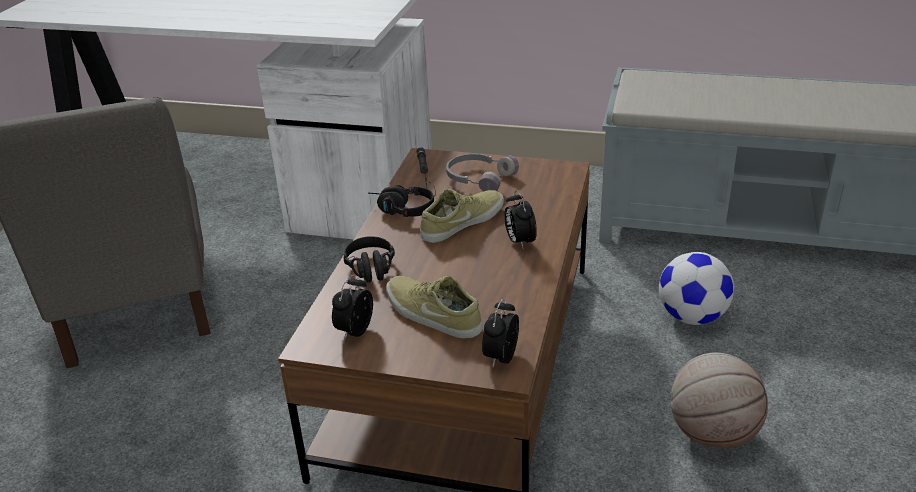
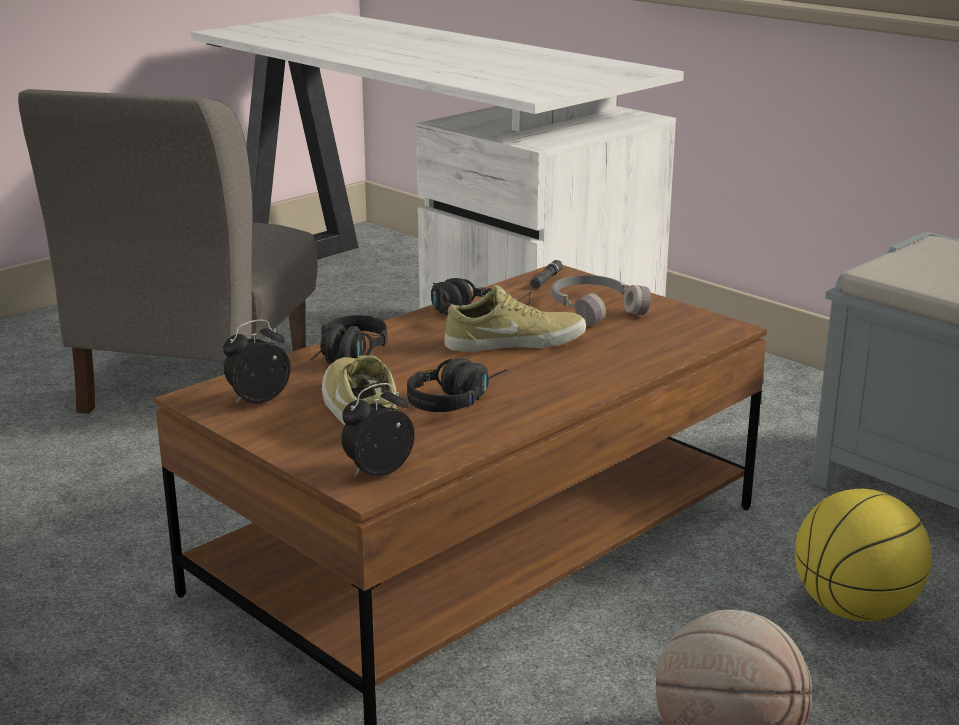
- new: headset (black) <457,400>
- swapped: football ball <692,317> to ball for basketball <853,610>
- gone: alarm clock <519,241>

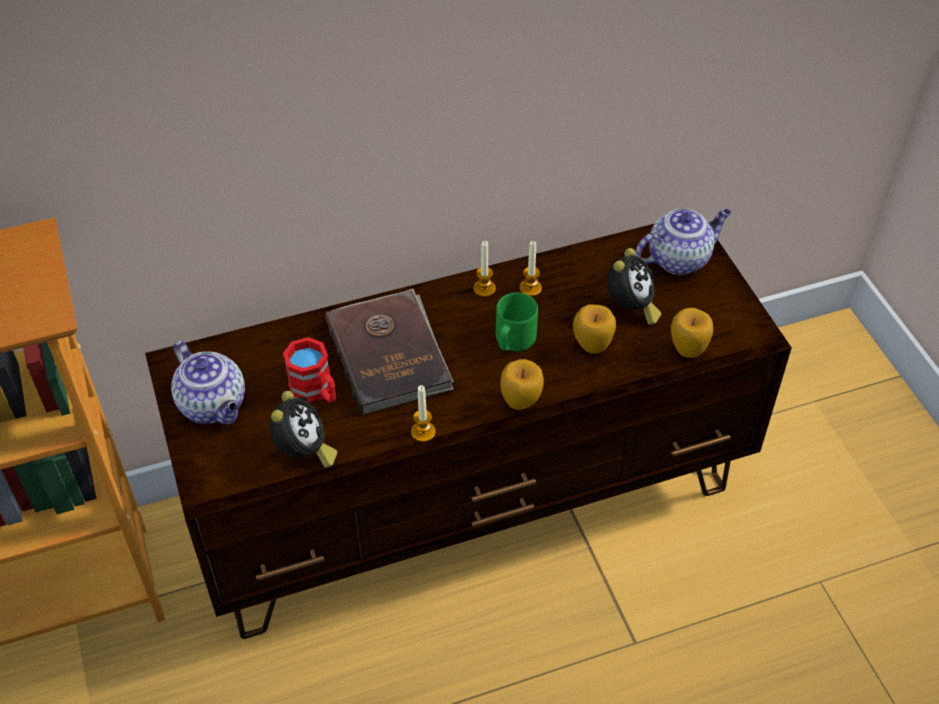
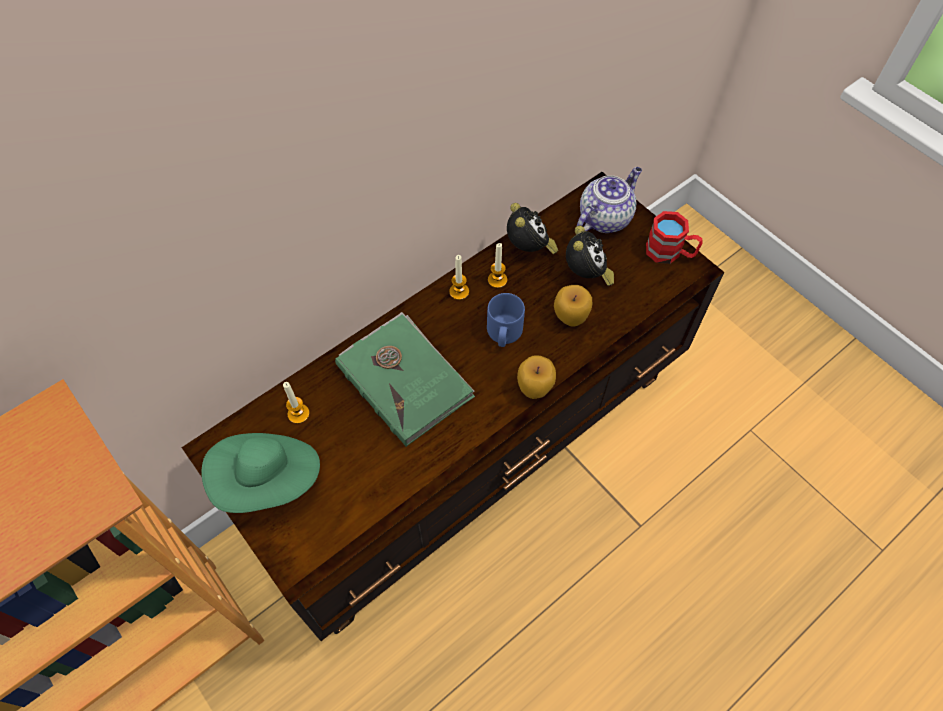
- swapped: teapot <214,405> to wearable hat (greenish) <269,480>
- shifted: wax light <423,432> to <298,414>
- repainted: bound book (brown-coloured) <390,354> to bound book (greenish) <405,379>
- repainted: mug (greenish) <513,340> to mug (bluish) <504,333>
- shifted: alarm clock <303,452> to <529,249>
- shifted: mug (red) <316,391> to <670,253>
- gone: apple <687,350>

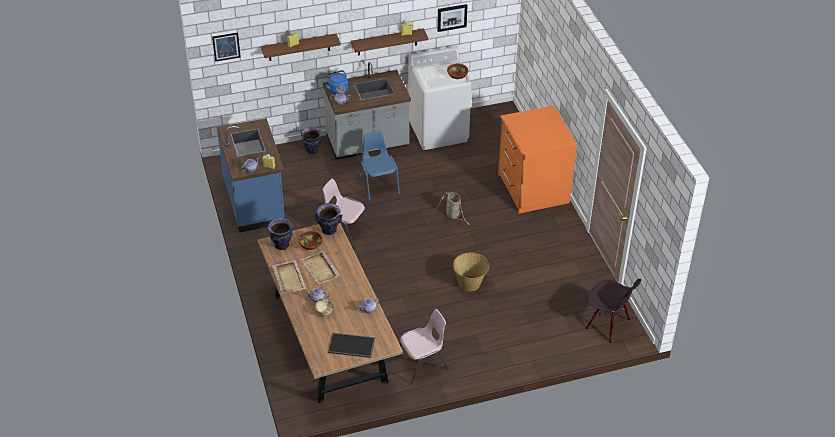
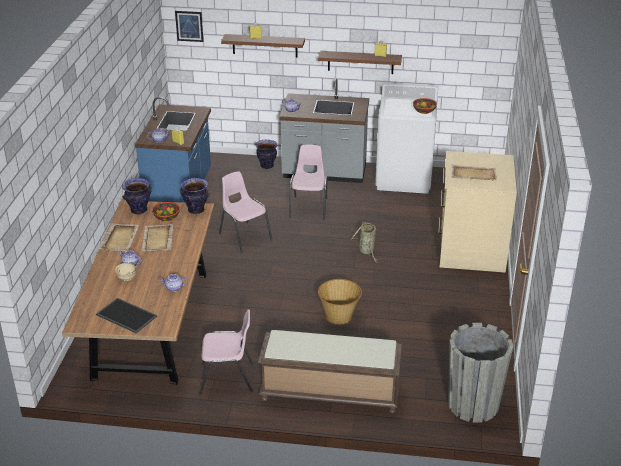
- new: bench (brown-coloured) <329,393>
- repainted: chair (bluish) <378,185> to chair (pink) <309,207>
- repainted: chest of drawers (orange-coloured) <532,189> to chest of drawers (sand-coloured) <470,249>
- swapped: chair (black) <607,325> to flower pot (grey) <473,404>
- new: tray (sand-coloured) <473,174>
- gone: kettle (bluish) <337,89>
- gone: picture <451,17>

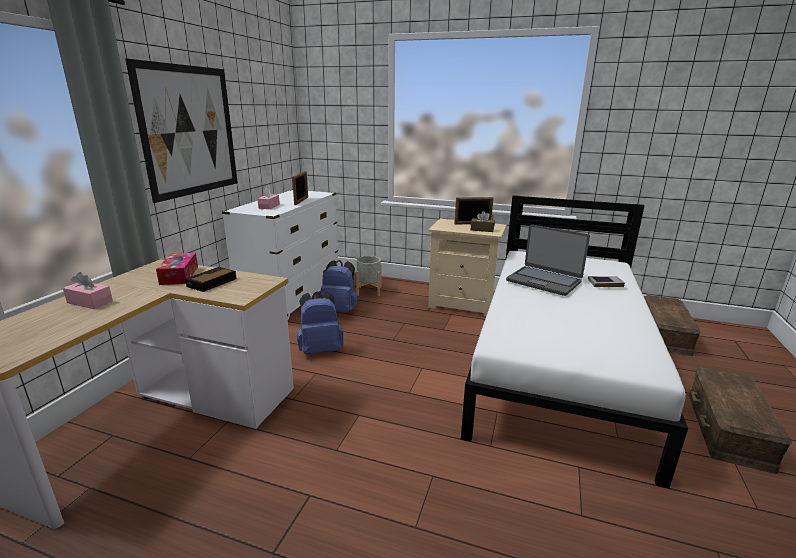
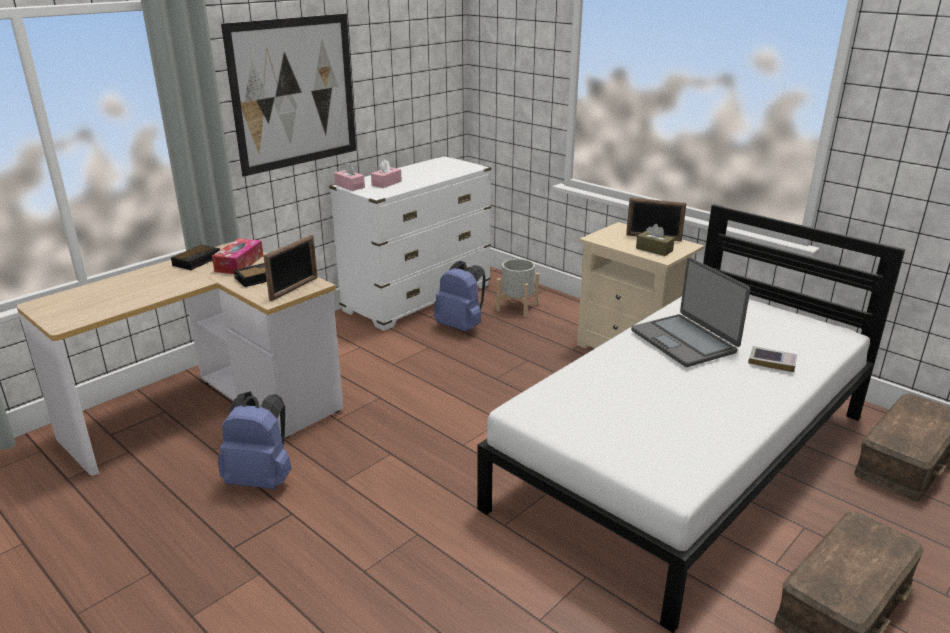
- new: alarm clock <198,260>
- shifted: rucksack (bluish) <320,349> to <262,479>
- shifted: picture frame <301,201> to <294,288>
- shifted: box of tissues (pink) <90,302> to <350,186>

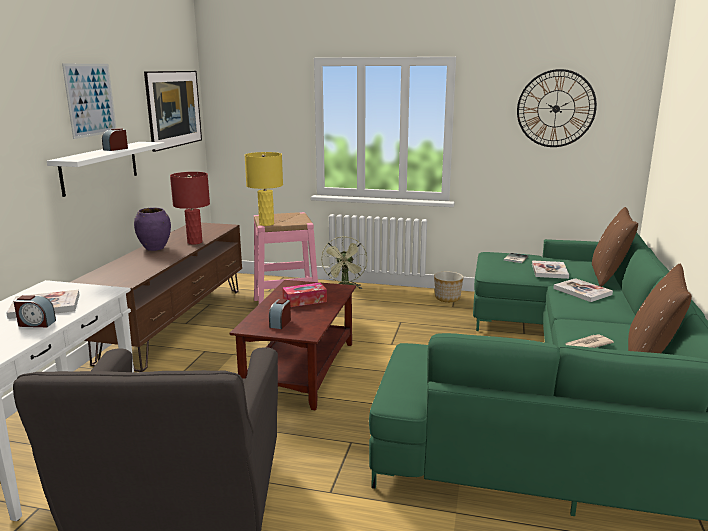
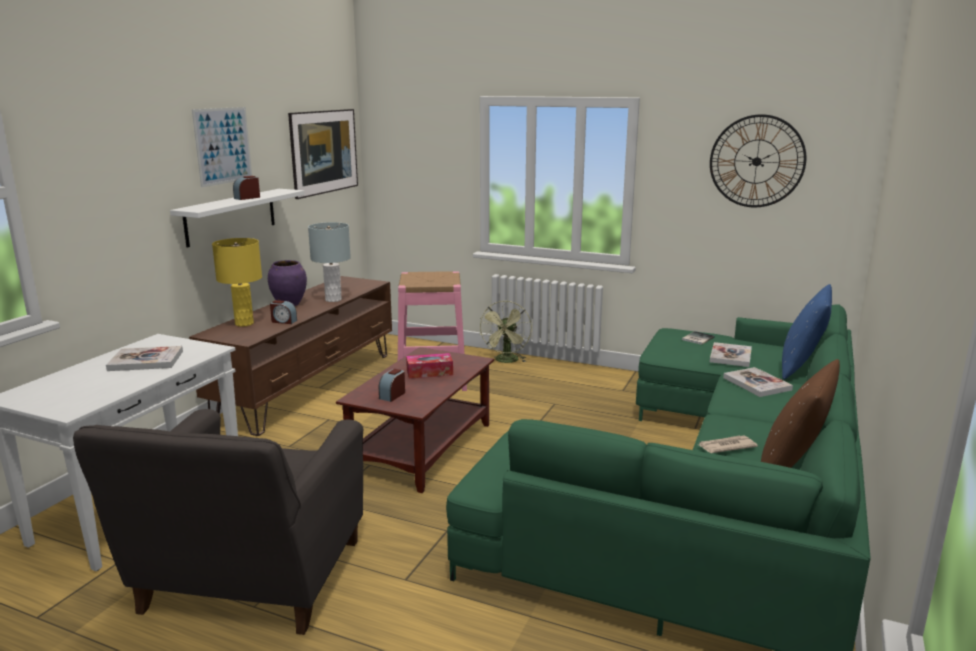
- shifted: tabletop lamp (yellow) <266,224> to <244,323>
- shifted: alarm clock <36,323> to <283,321>
- repainted: tabletop lamp (red) <195,242> to tabletop lamp (grey) <333,299>
- repainted: pillow (brown-coloured) <608,276> to pillow (bluish) <801,367>
- gone: flower pot <448,298>

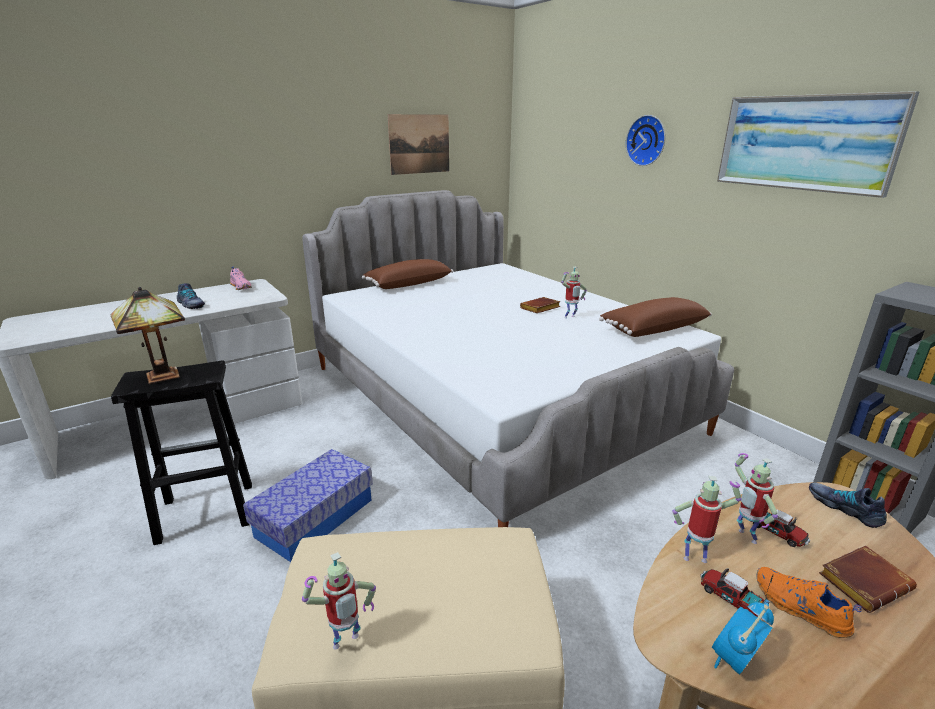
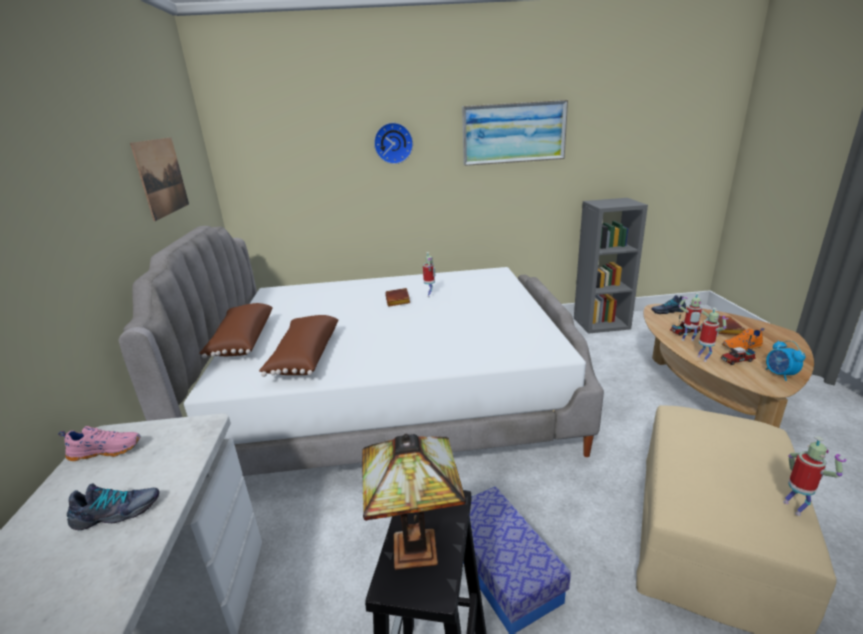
- shifted: pillow (brown-coloured) <652,328> to <304,357>
- rotated: toy robot <695,557> = <704,358> 135 degrees clockwise

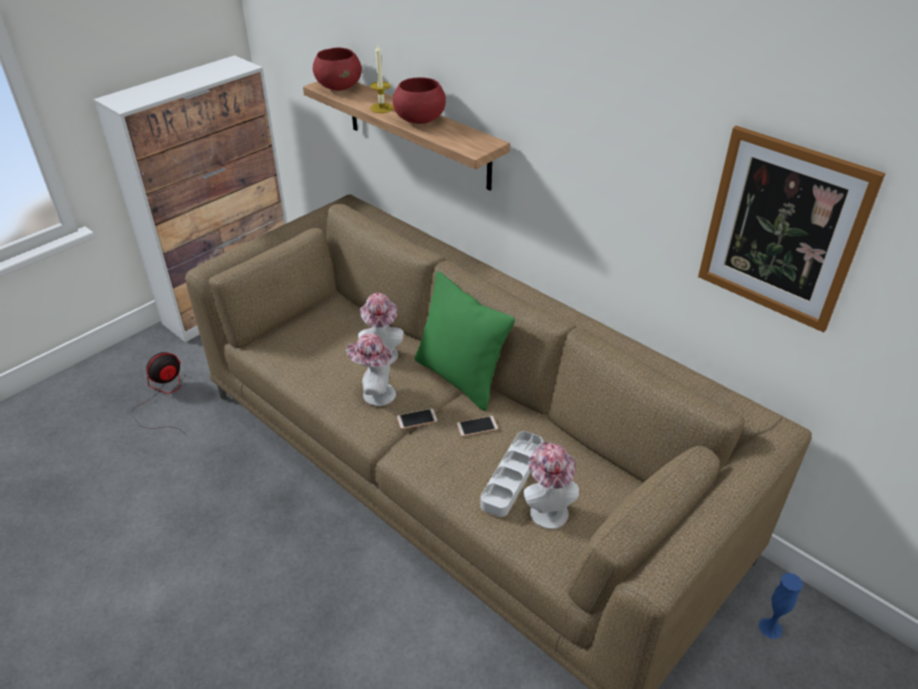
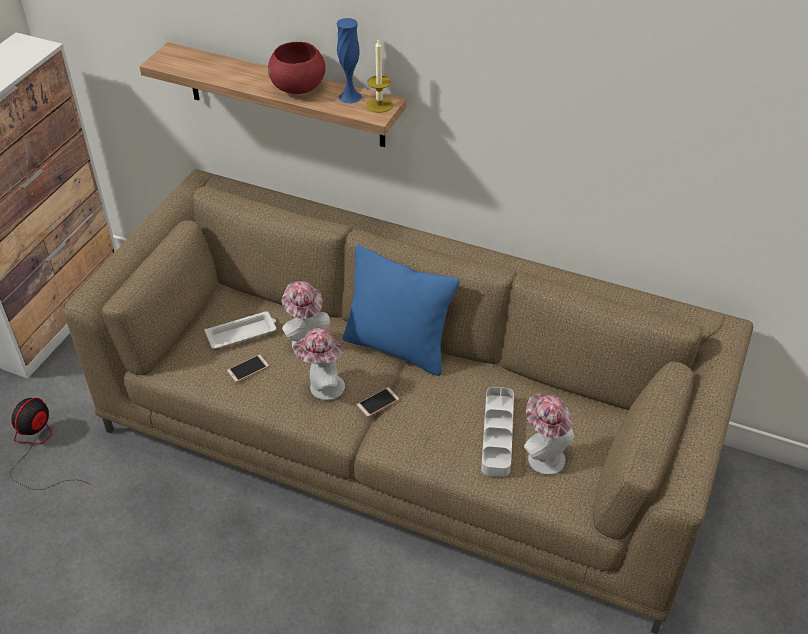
- new: tray (white-coloured) <242,333>
- shifted: handset <477,427> to <248,369>
- shifted: decorative vase (bluish) <770,628> to <350,97>
- repainted: pillow (greenish) <460,378> to pillow (bluish) <398,347>
- shifted: wax light <381,108> to <379,105>
- gone: deep dish (red) <339,87>
- gone: picture <782,229>

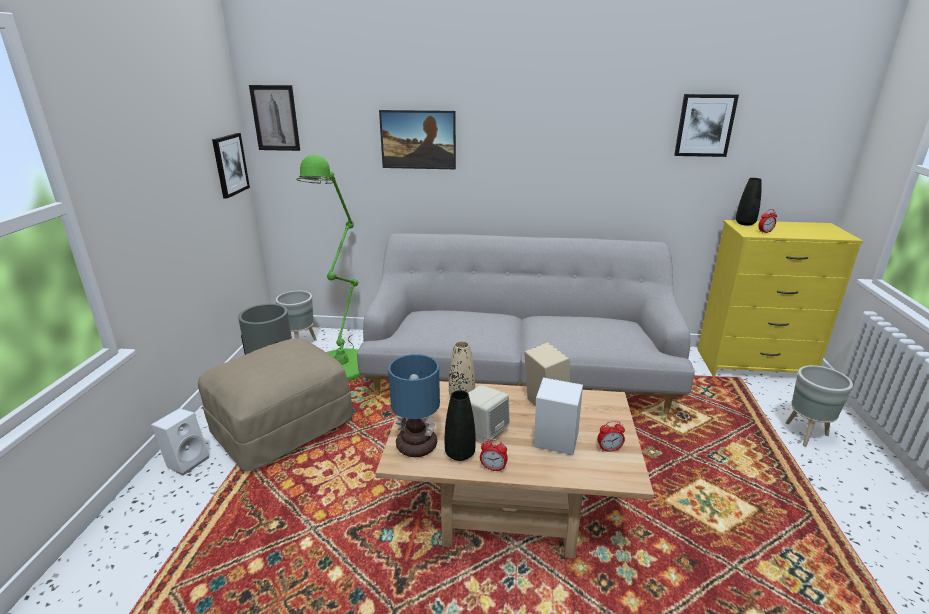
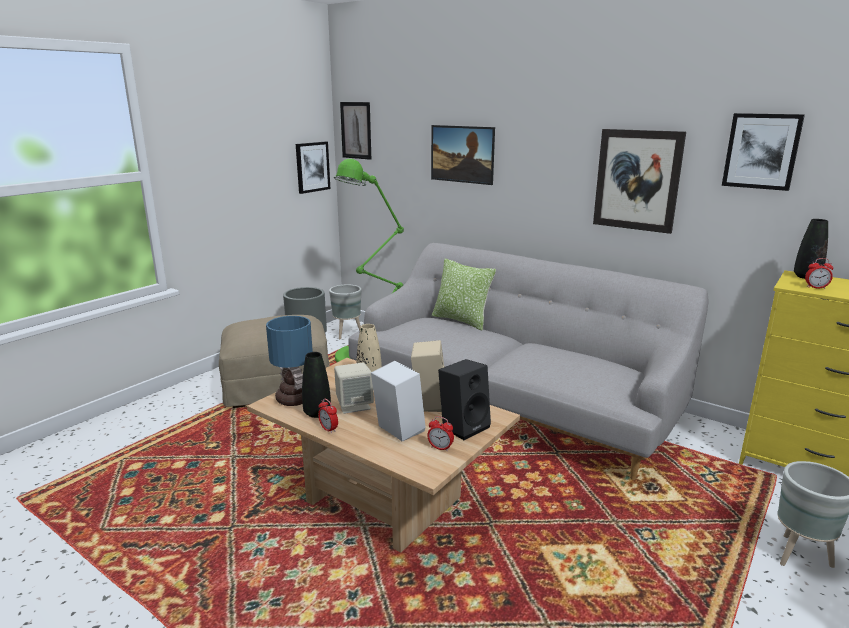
- new: pillow <461,320>
- new: loudspeaker (black) <464,426>
- new: picture <637,180>
- gone: loudspeaker (white-coloured) <187,461>

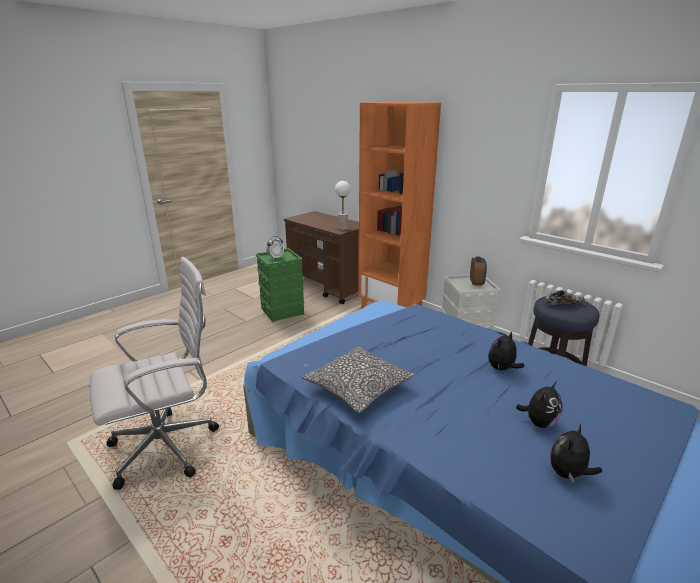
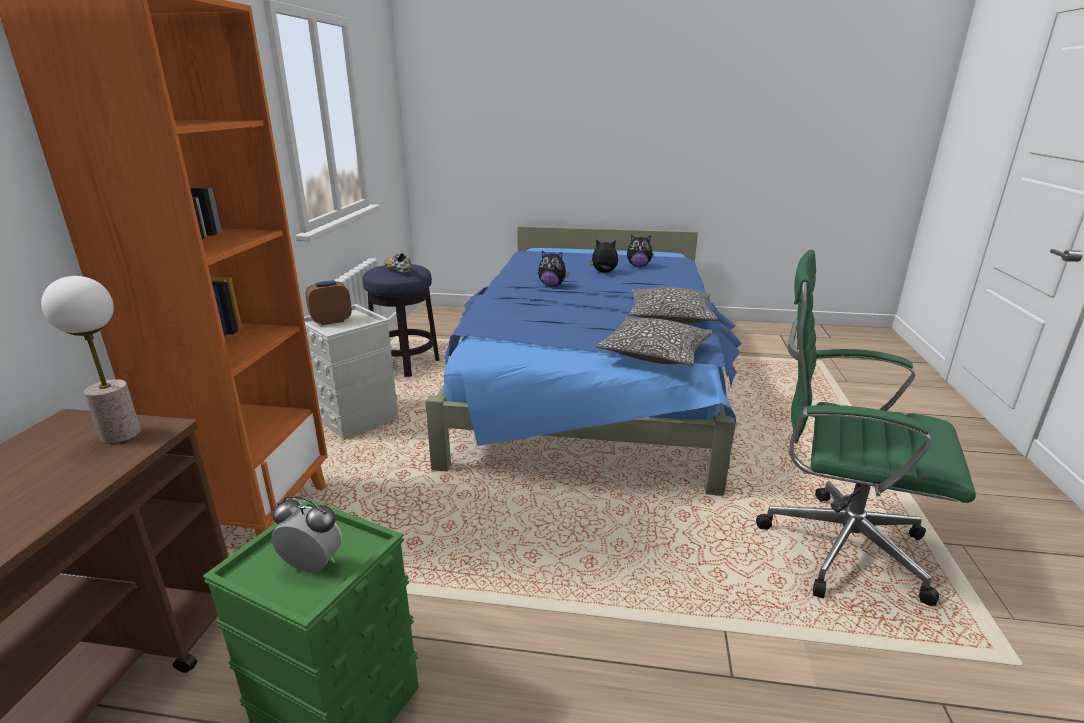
- new: pillow <655,353>
- repainted: computer chair (white-coloured) <169,446> to computer chair (greenish) <835,546>

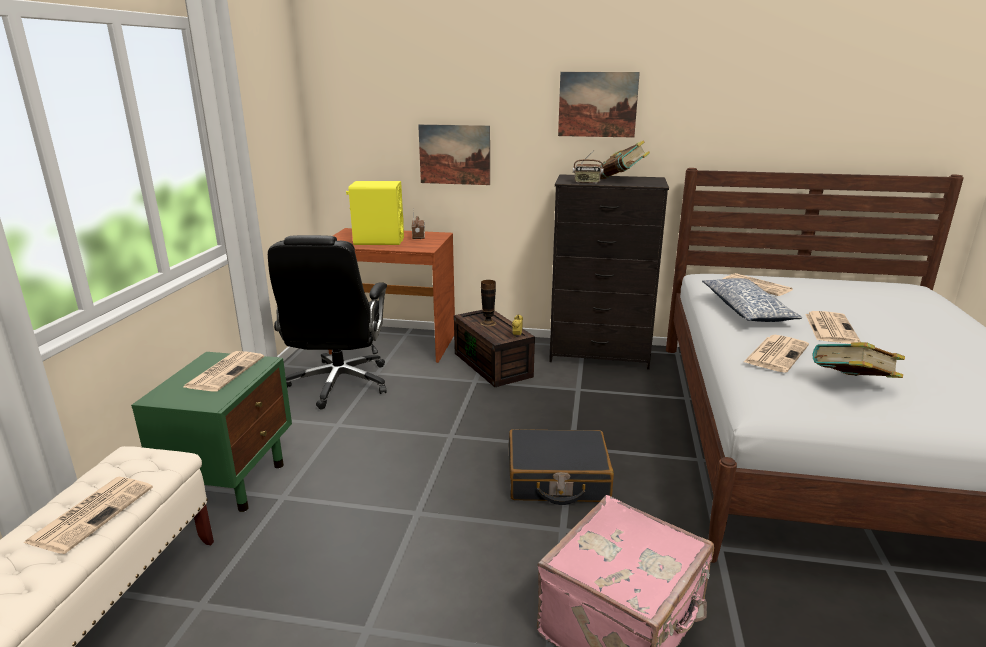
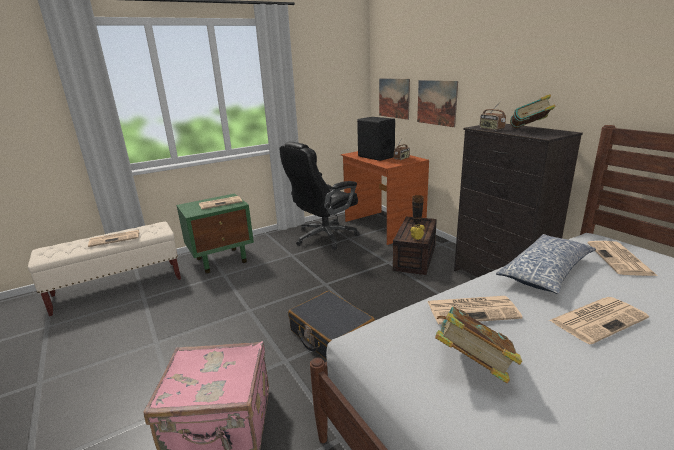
- repainted: loudspeaker (yellow) <378,241> to loudspeaker (black) <376,157>
- shifted: picture <597,104> to <394,98>

